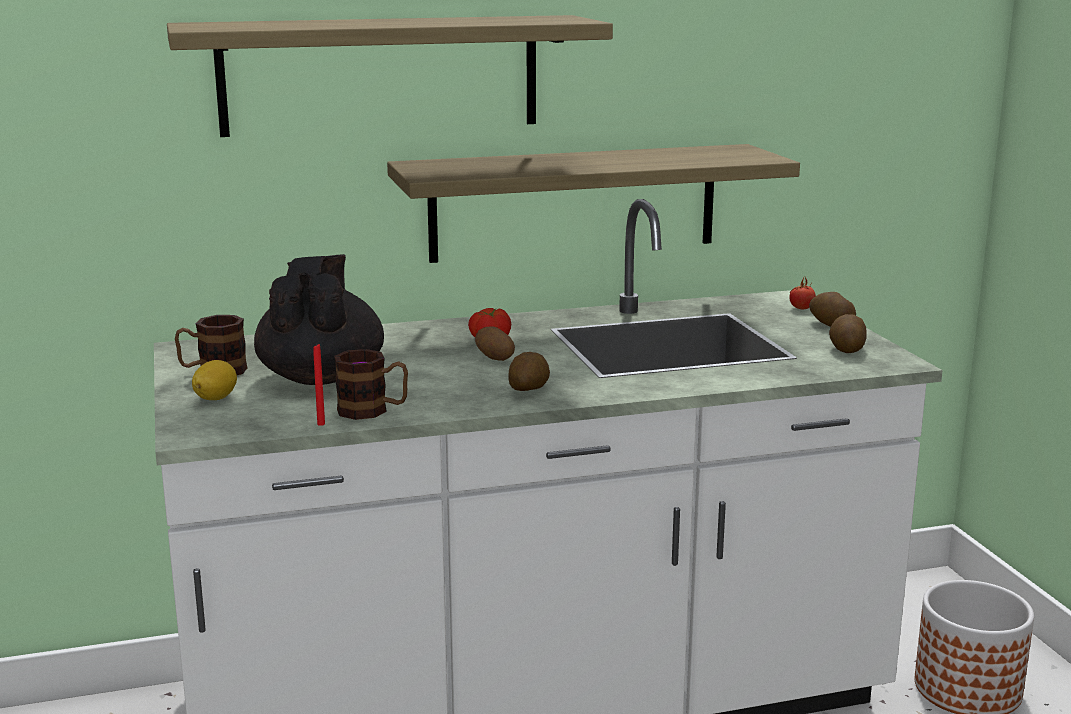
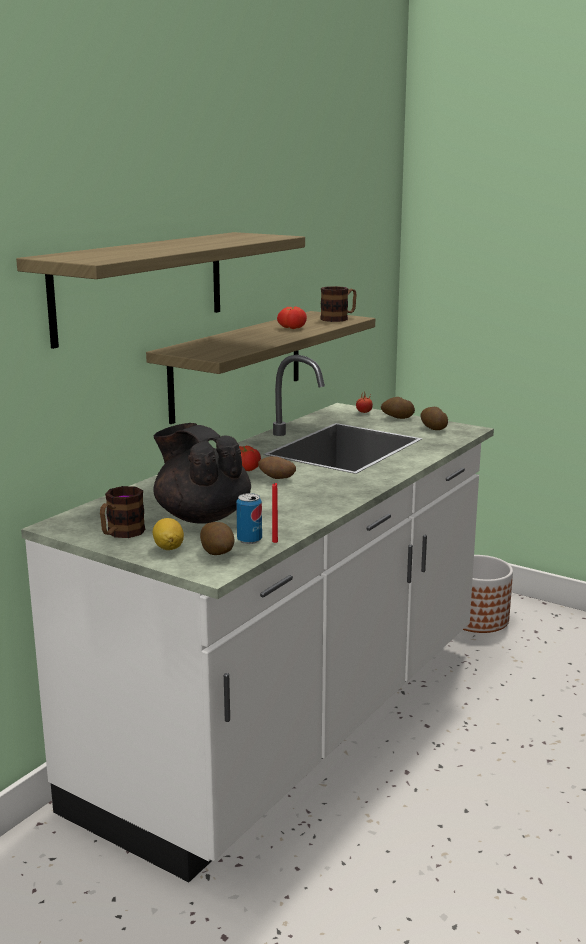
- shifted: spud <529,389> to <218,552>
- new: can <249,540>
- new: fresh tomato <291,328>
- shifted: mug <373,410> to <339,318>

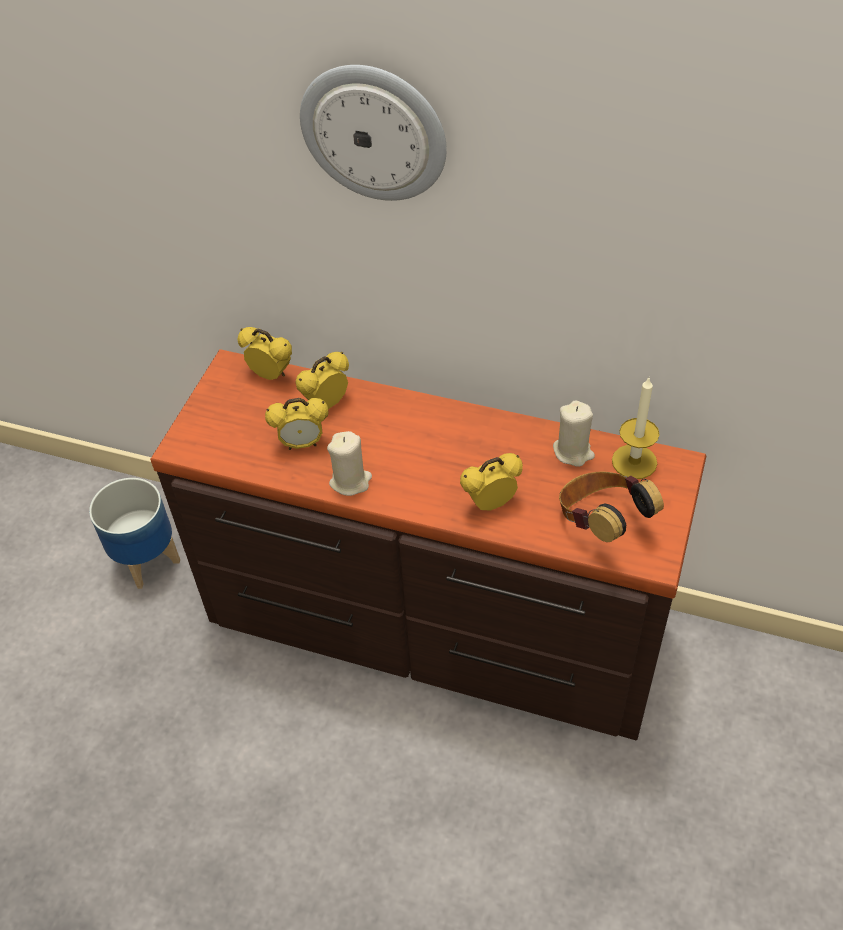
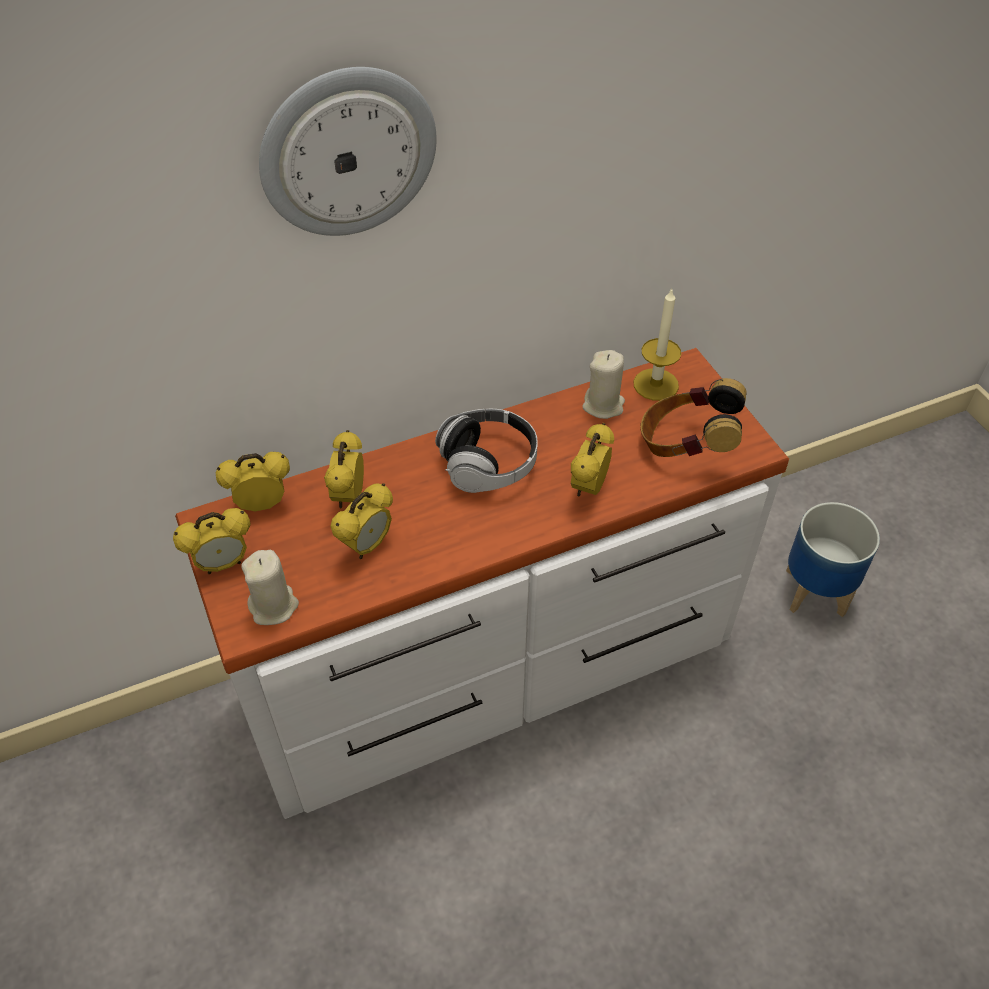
- new: alarm clock <223,564>
- repainted: chest of drawers (brown-coloured) <432,625> to chest of drawers (white-coloured) <492,668>
- shifted: wax light (sand-coloured) <350,481> to <274,606>
- new: headset <488,464>
- shifted: flower pot <146,561> to <815,593>

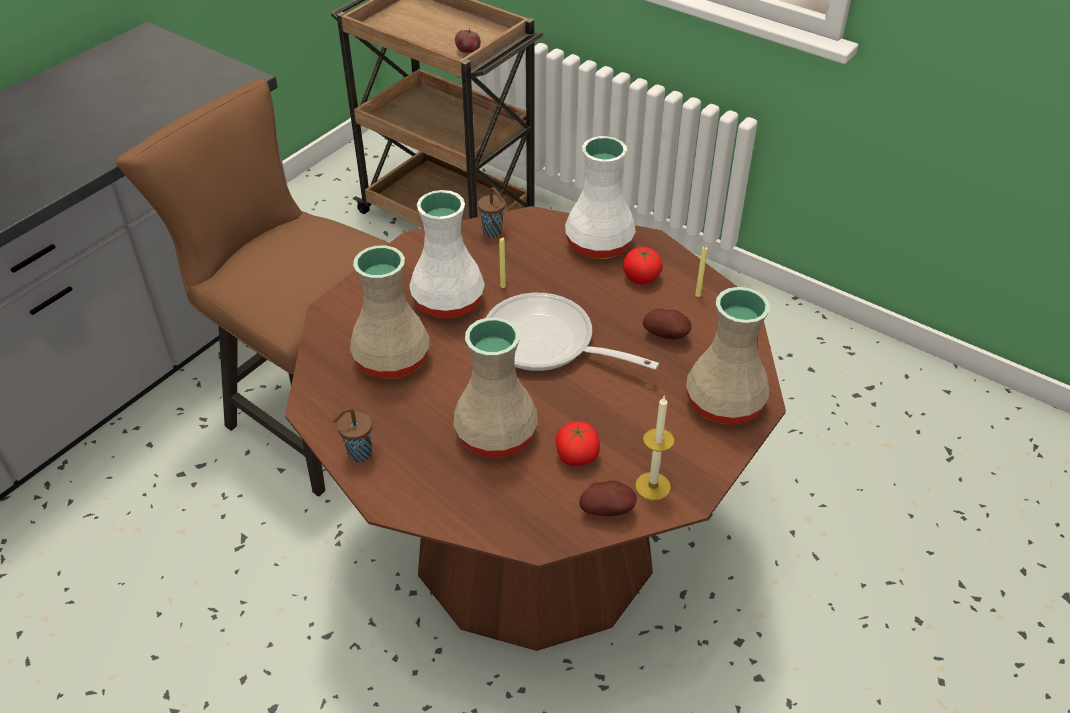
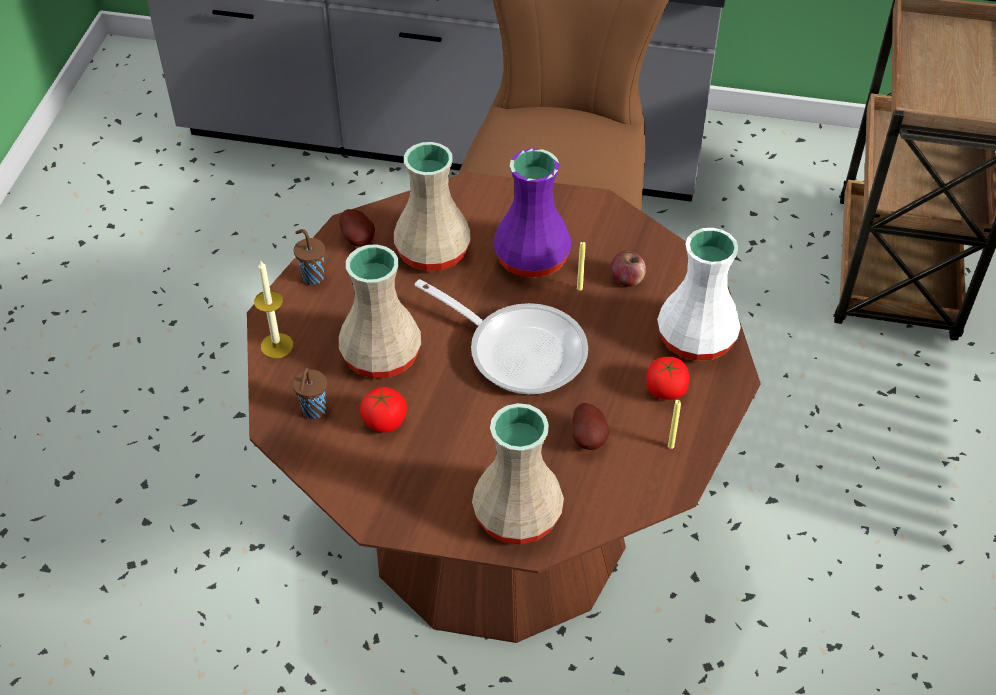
- shifted: wax light <652,486> to <277,345>
- shifted: drinking cup (brown-coloured) <493,232> to <313,411>
- shifted: spud <607,509> to <359,239>
- rotated: frying pan <547,343> = <519,350> 120 degrees clockwise
- repainted: decorative vase (white-coloured) <448,300> to decorative vase (purple) <533,258>
- shifted: apple <468,51> to <627,279>

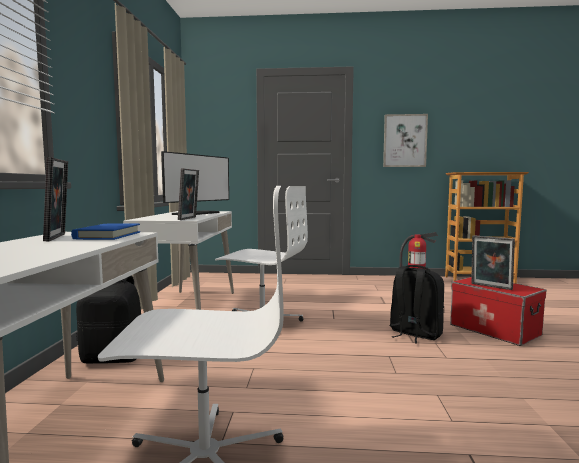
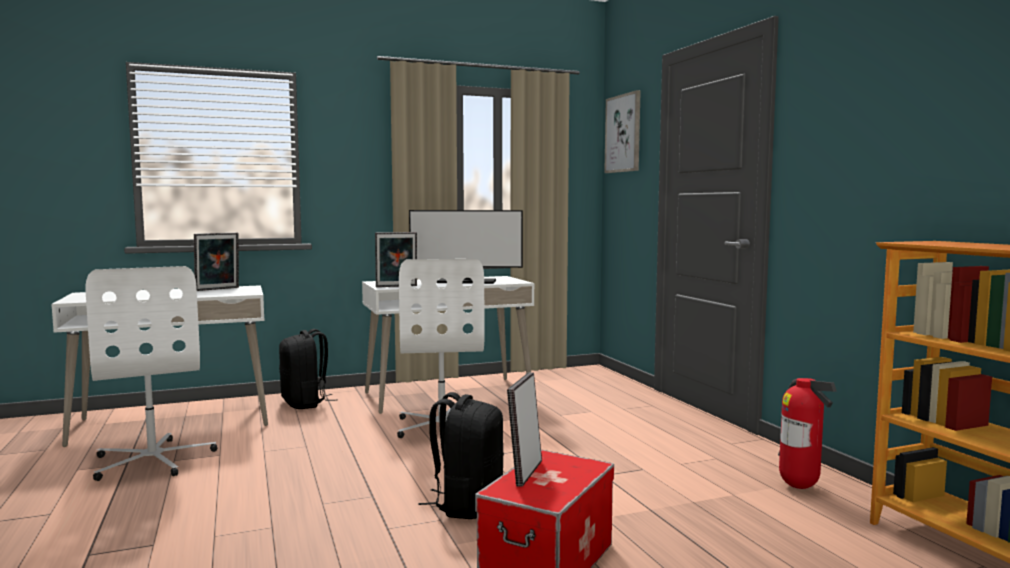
- shifted: picture <404,141> to <623,133>
- gone: bound book (bluish) <108,235>

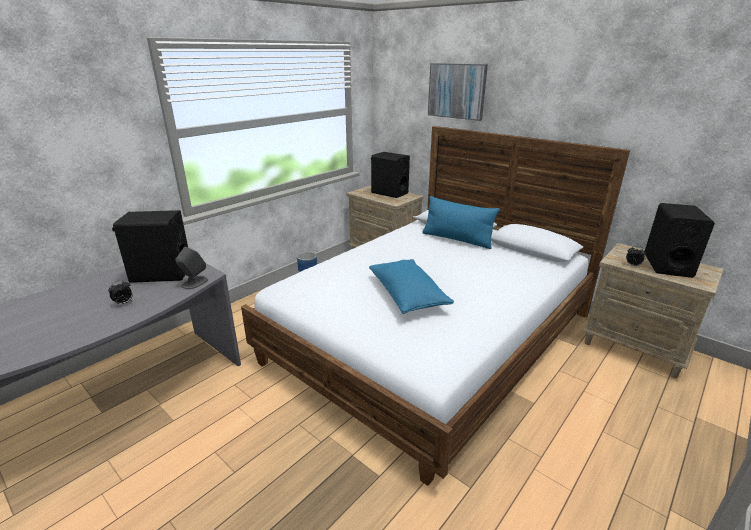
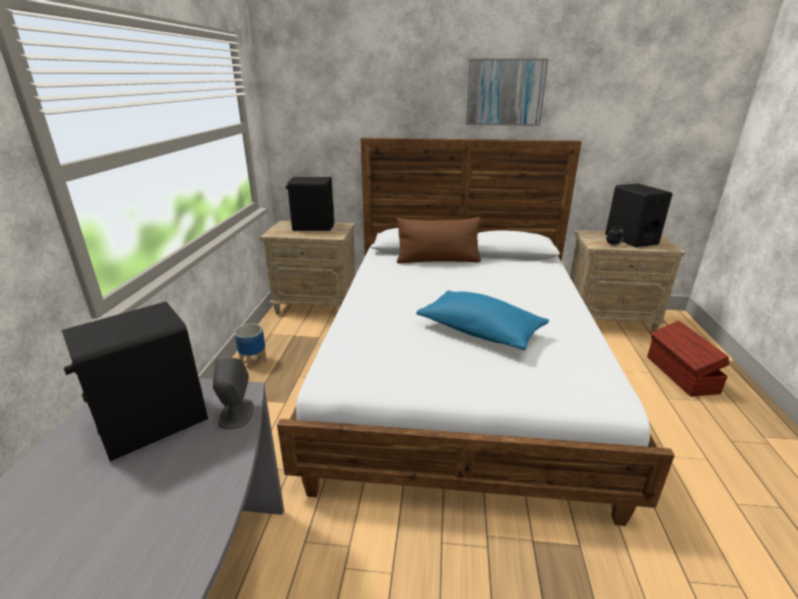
- repainted: pillow (bluish) <457,239> to pillow (brown-coloured) <438,261>
- shifted: picture <456,91> to <505,92>
- new: storage bin (brown-coloured) <680,375>
- gone: alarm clock <124,303>

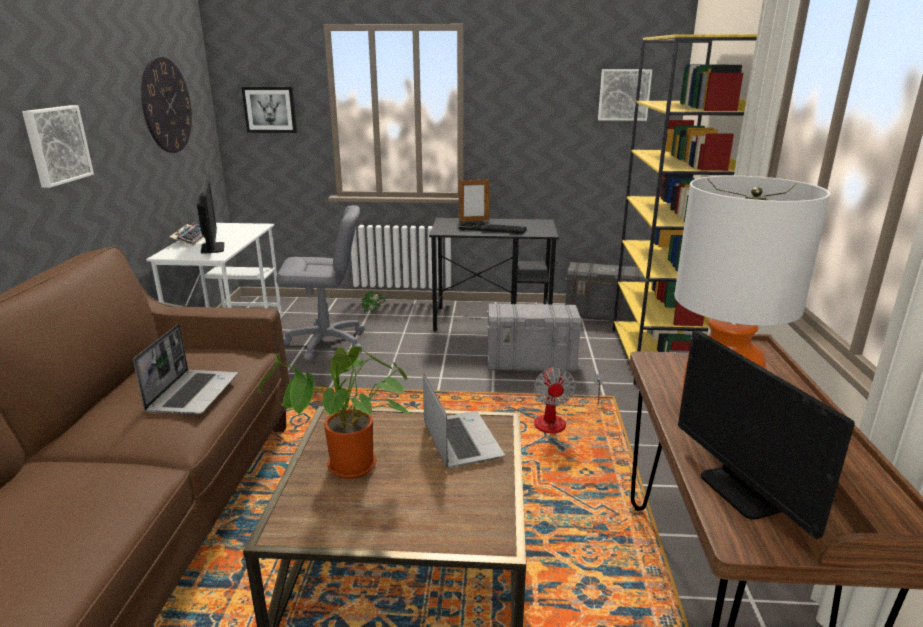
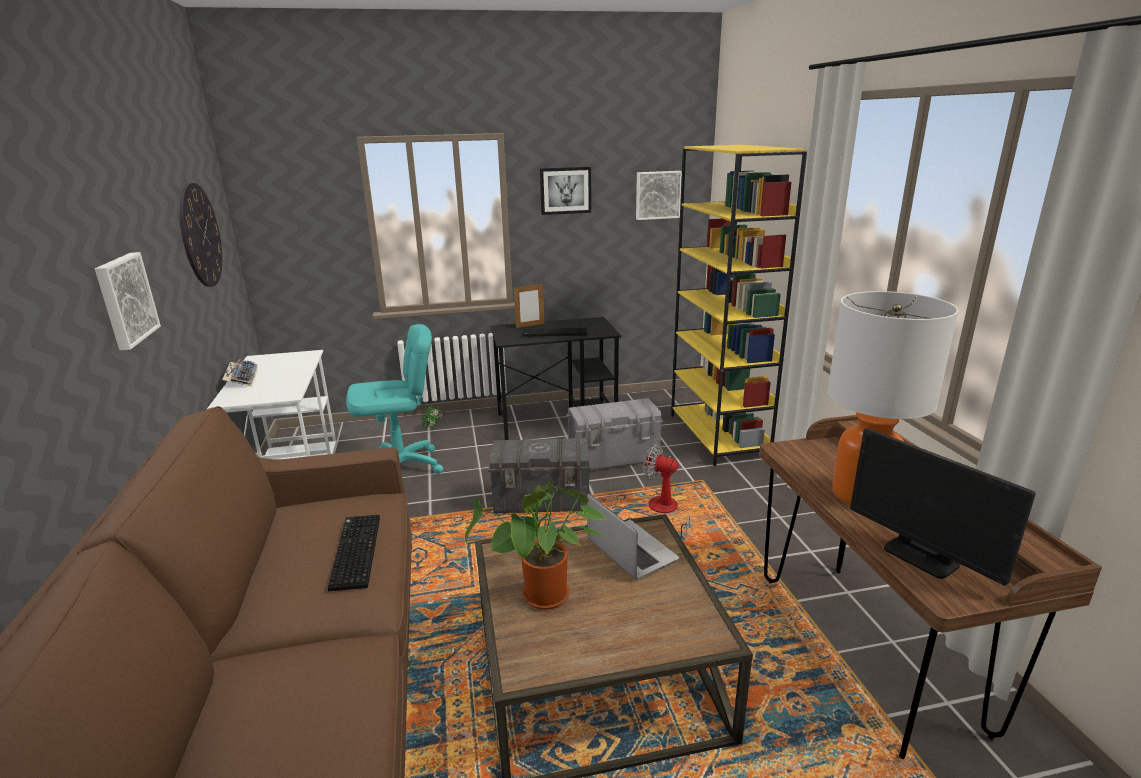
- swapped: portable computer <193,393> to PC keyboard <354,551>
- repainted: computer chair (grey) <326,342> to computer chair (blue-green) <401,468>
- shifted: storage bin (grey) <602,314> to <542,502>
- shifted: picture <270,109> to <565,190>
- rotated: electric fan <558,421> = <666,512> 135 degrees clockwise
- gone: computer display <212,248>

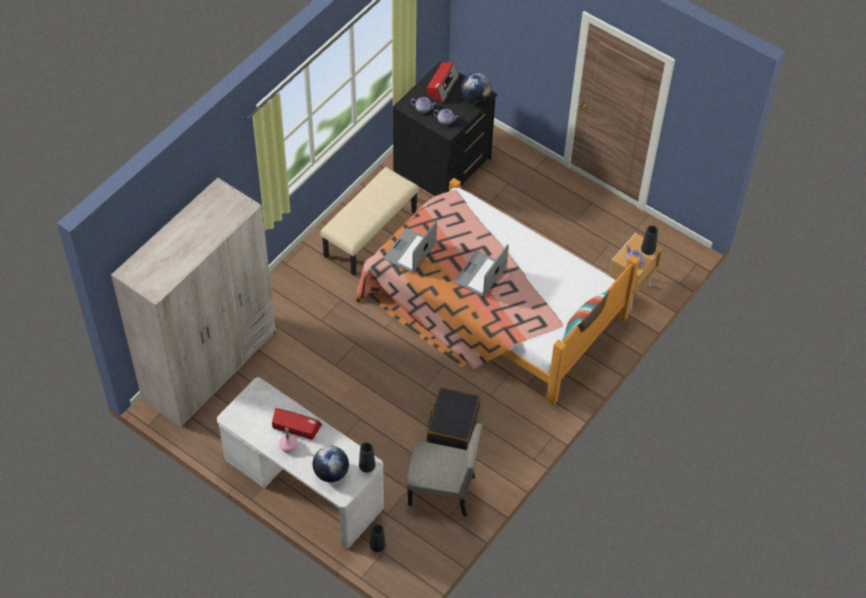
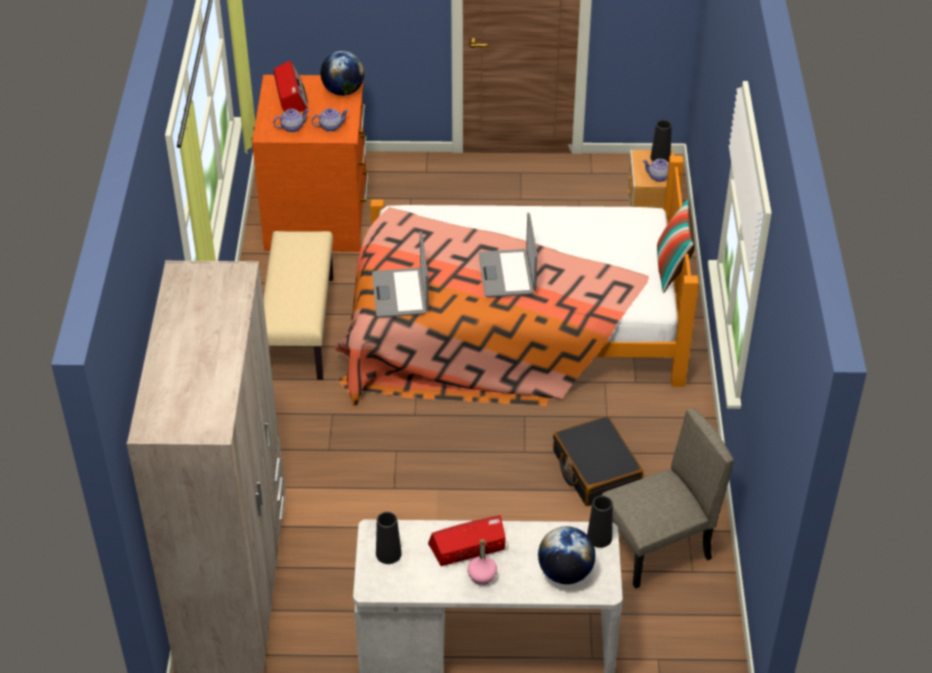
- repainted: chest of drawers (black) <443,165> to chest of drawers (orange-coloured) <318,217>
- shifted: decorative vase (black) <377,545> to <388,554>

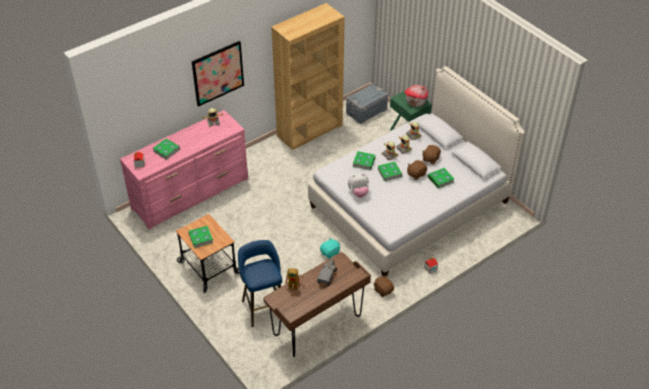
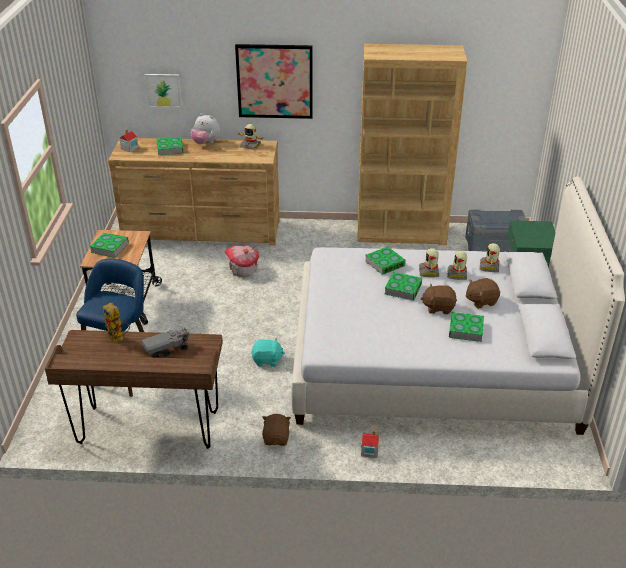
- repainted: chest of drawers (pink) <191,193> to chest of drawers (brown-coloured) <202,231>
- new: picture <163,90>
- shifted: plush toy <358,192> to <206,143>
- shifted: model house <416,101> to <243,270>

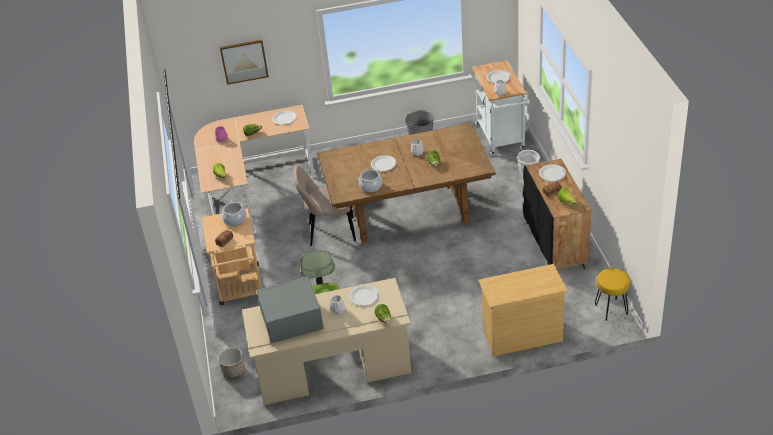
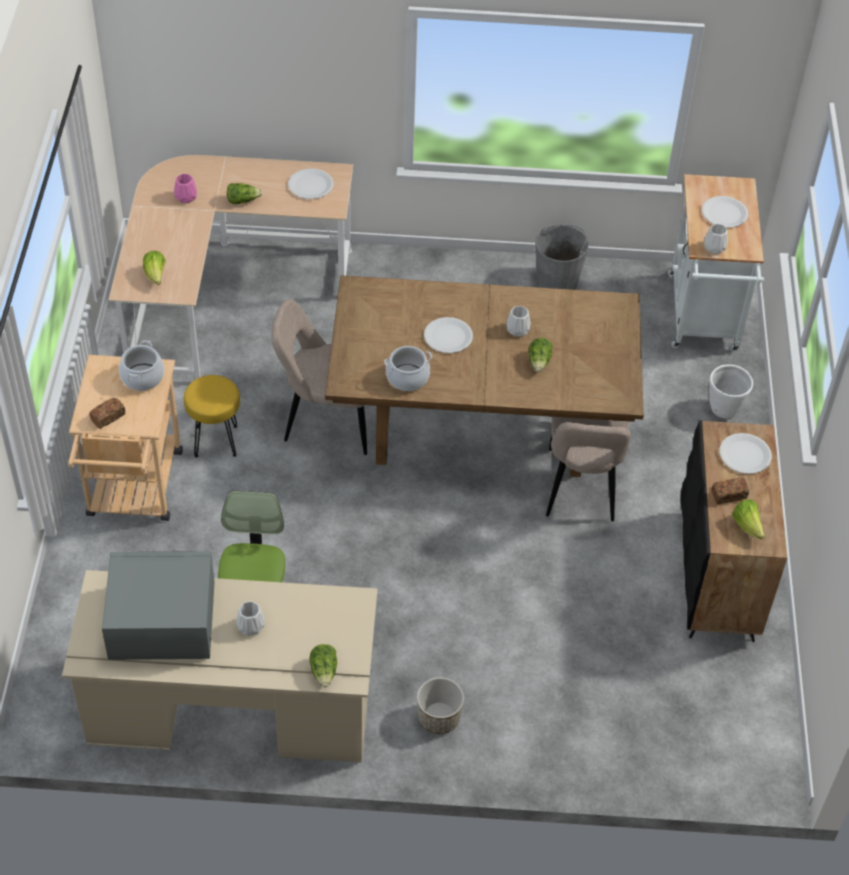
- shifted: sitting stool (yellow) <611,309> to <215,441>
- shifted: flower pot <234,371> to <439,717>
- new: chair (sand-coloured) <581,489>
- gone: picture <244,61>
- gone: flat dish (white-coloured) <364,296>
- gone: chest of drawers (sand-coloured) <522,335>

